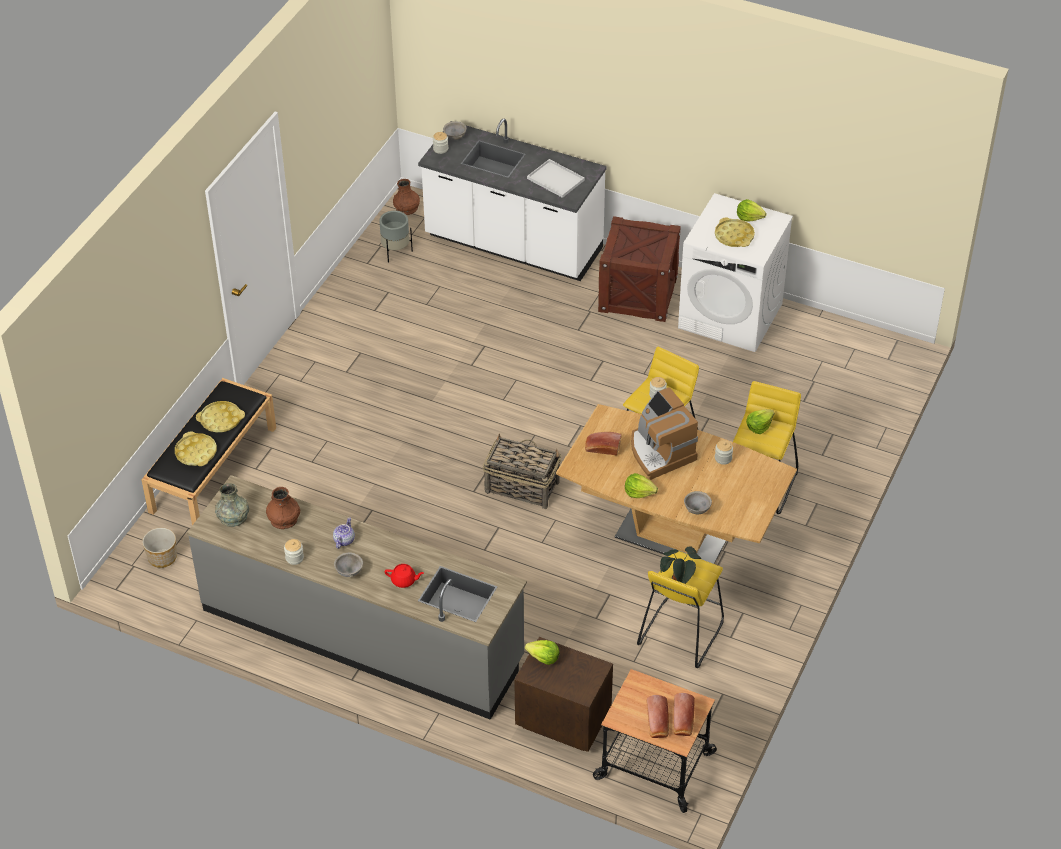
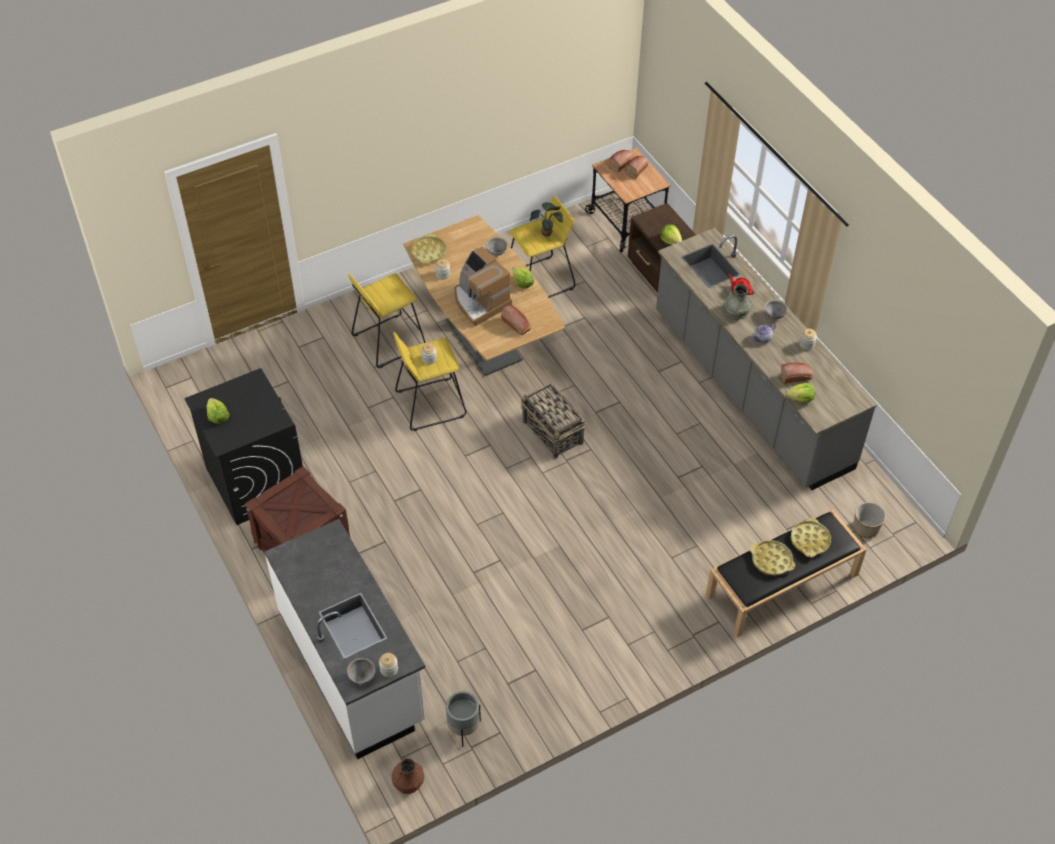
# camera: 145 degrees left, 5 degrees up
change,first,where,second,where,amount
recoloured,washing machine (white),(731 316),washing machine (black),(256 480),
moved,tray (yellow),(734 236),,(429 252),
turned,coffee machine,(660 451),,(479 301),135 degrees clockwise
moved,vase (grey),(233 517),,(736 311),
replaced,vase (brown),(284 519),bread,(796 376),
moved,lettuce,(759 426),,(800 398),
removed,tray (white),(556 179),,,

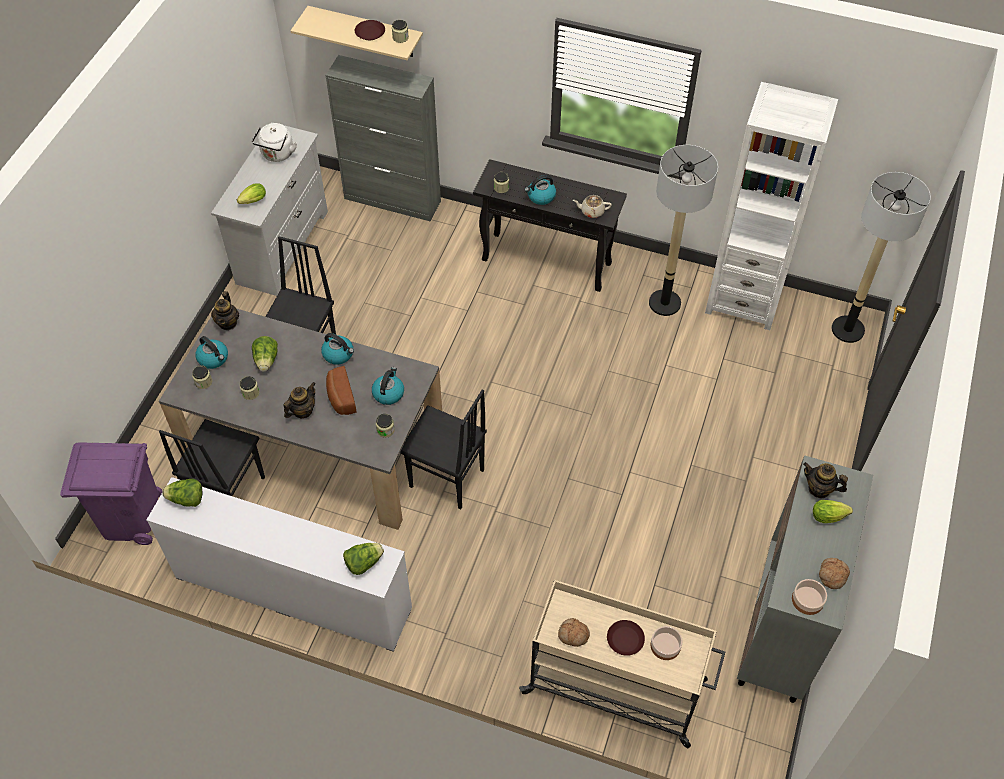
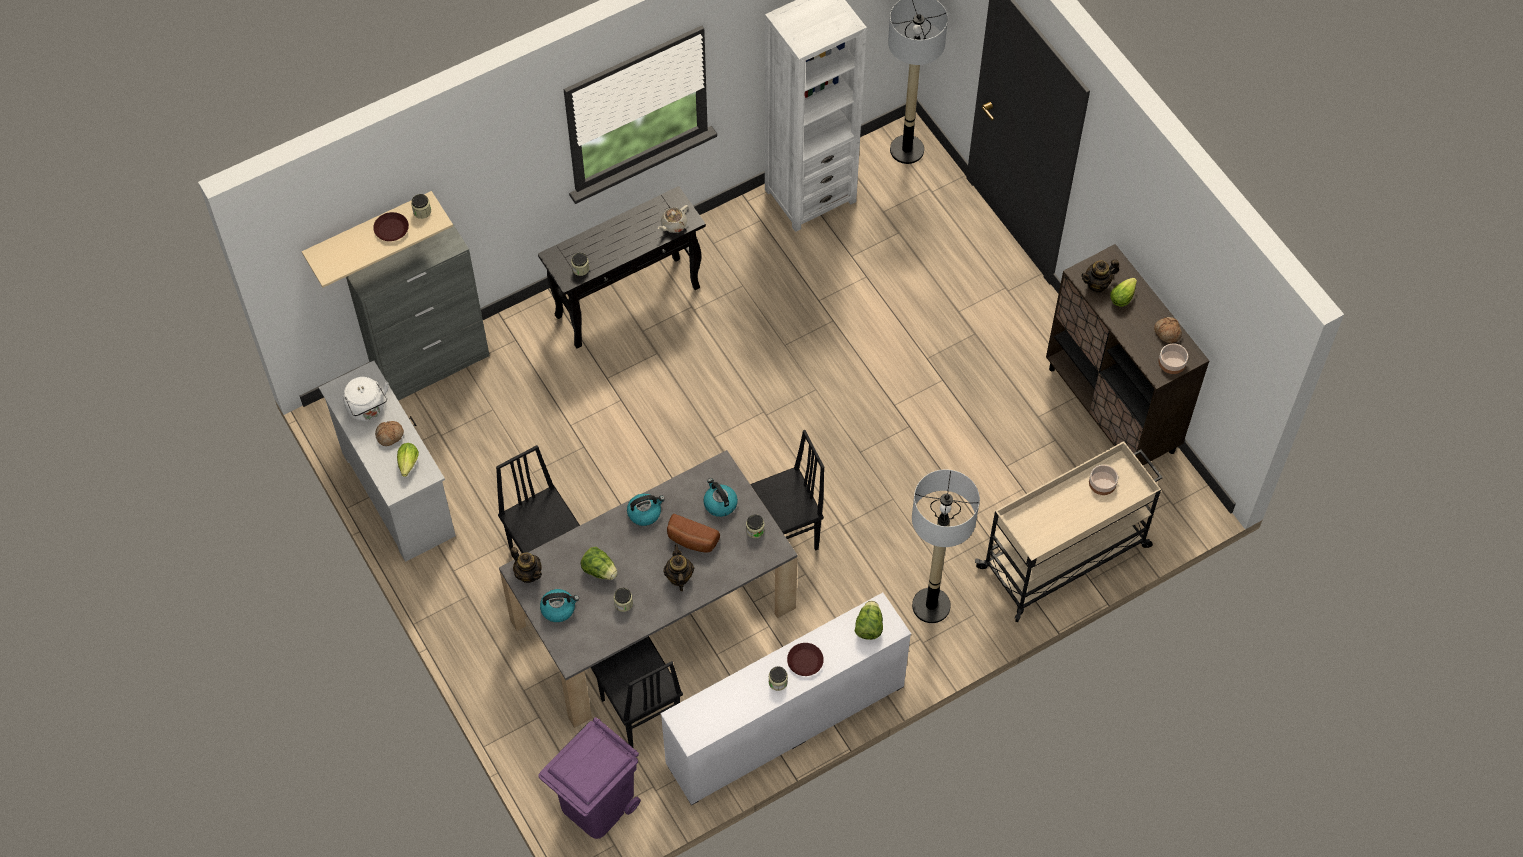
# camera: 50 degrees left, 5 degrees up
change,first,where,second,where,amount
moved,bread,(573 635),,(390 436),
moved,jar,(203 382),,(778 682),
moved,plate (brown),(625 640),,(805 661),
moved,floor lamp,(665 303),,(931 605),
recoloured,cabinet (grey),(781 625),cabinet (brown),(1111 410),
removed,lettuce,(186 499),,,
removed,kettle,(541 196),,,

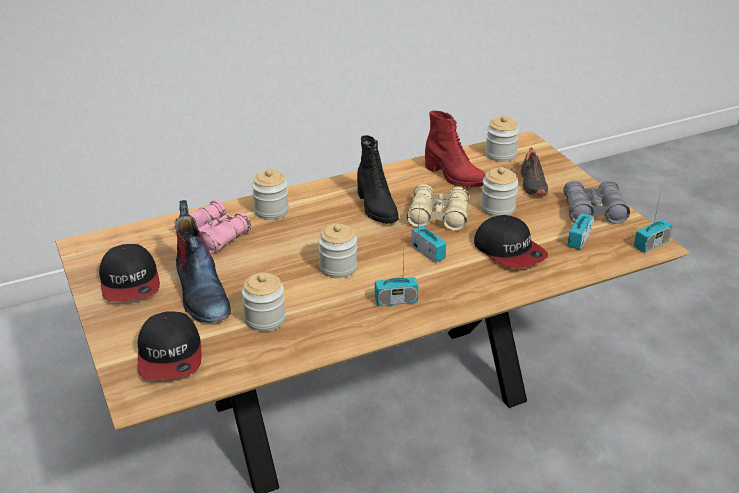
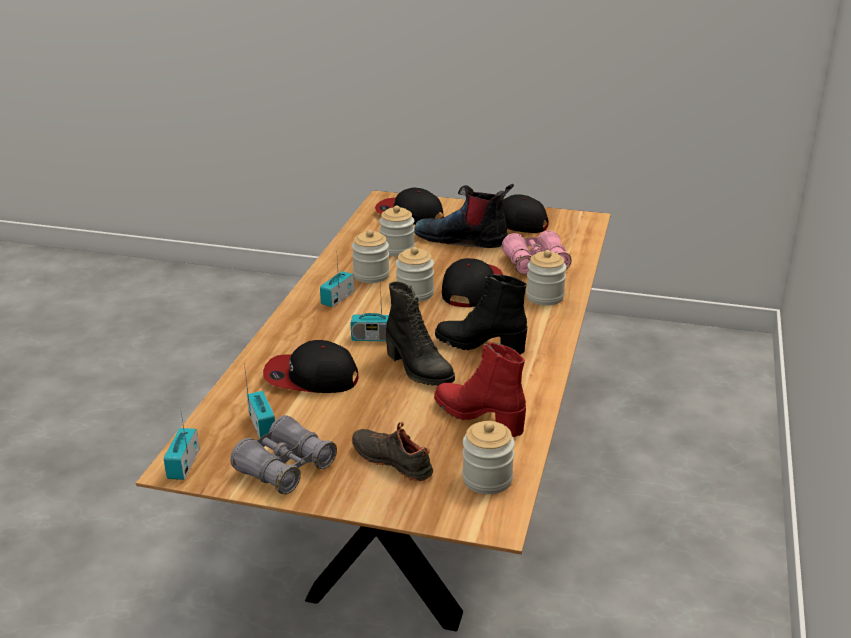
# camera: 130 degrees right, 5 degrees down
change,first,where,second,where,amount
moved,jar,(497 208),,(371 275),
replaced,binoculars (beige),(438 217),boot (black),(418 369),
turned,boot (red),(453 177),,(479 416),45 degrees clockwise
added,,,cap,(471 287),

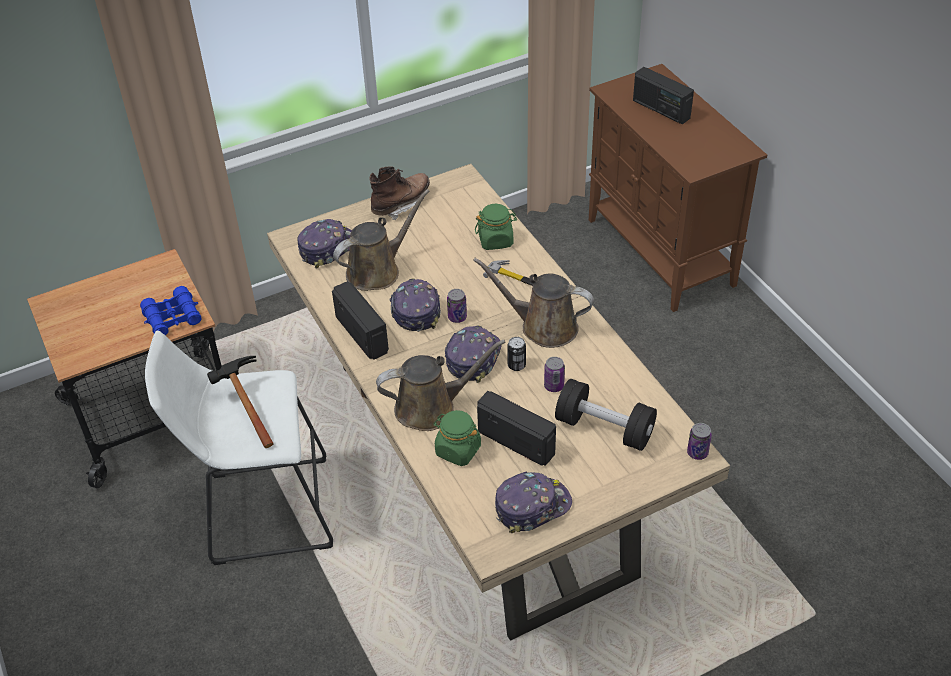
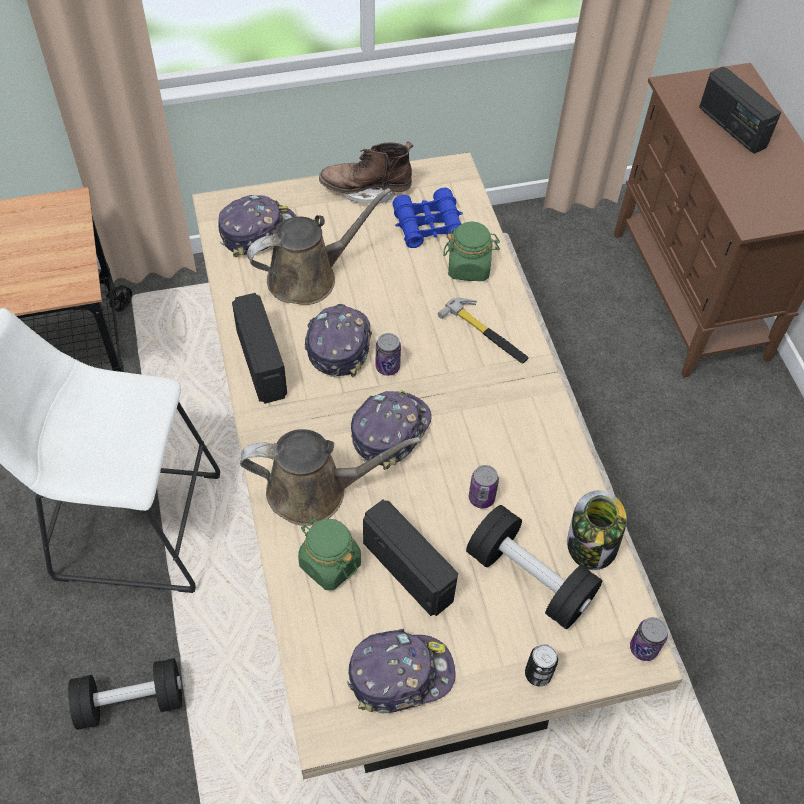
# camera: 10 degrees right, 10 degrees up
change,first,where,second,where,amount
added,,,dumbbell (black),(130 701),
turned,boot (brown),(401 204),,(366 190),150 degrees counterclockwise
moved,binoculars (blue),(172 318),,(428 225),
moved,can,(516 365),,(538 674),
added,,,jar,(591 546),
removed,hammer,(244 406),,,
removed,watering can (brown),(543 326),,,

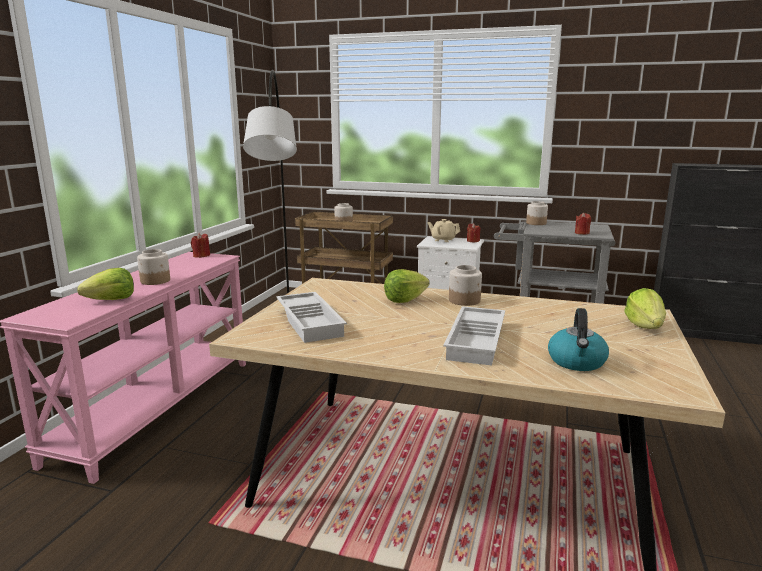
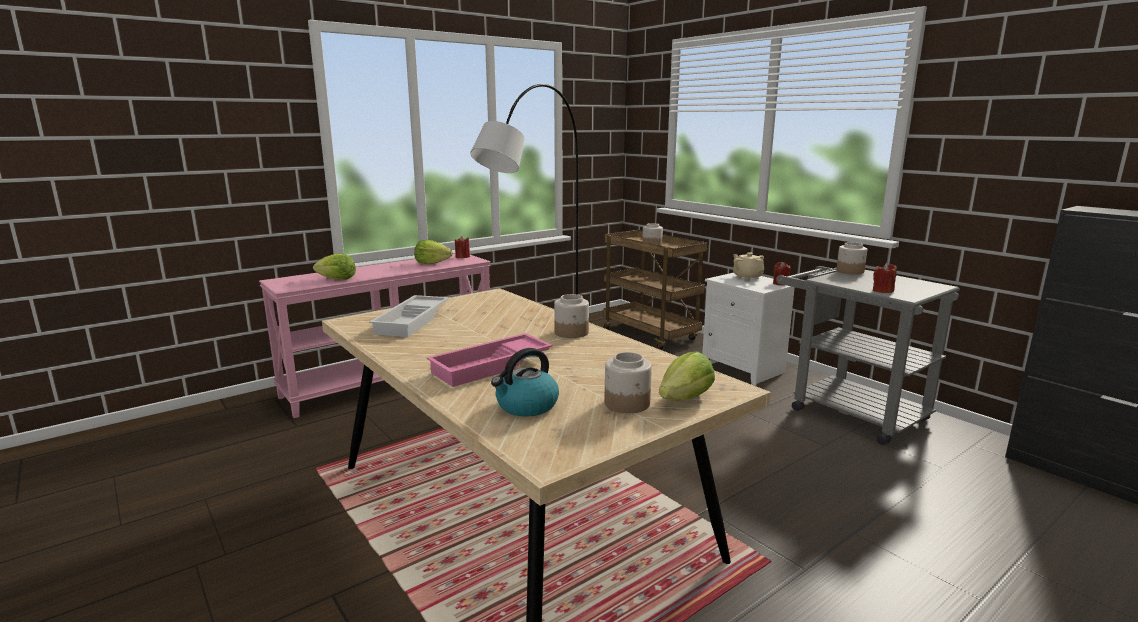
# camera: 35 degrees right, 0 degrees up
change,first,where,second,where,amount
moved,lettuce,(405 300),,(432 263),
recoloured,tray (white),(477 341),tray (pink),(491 366),
moved,jar,(155 281),,(627 403),

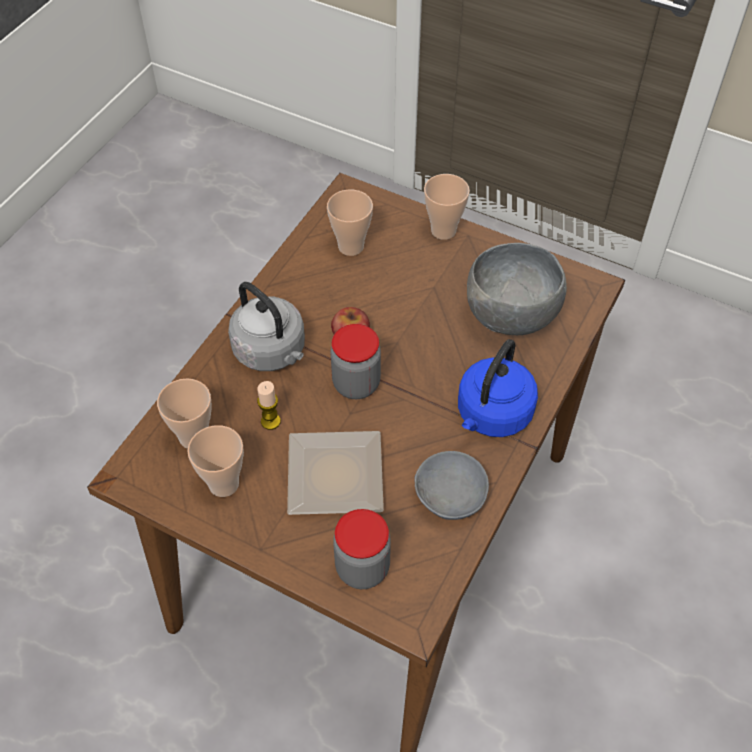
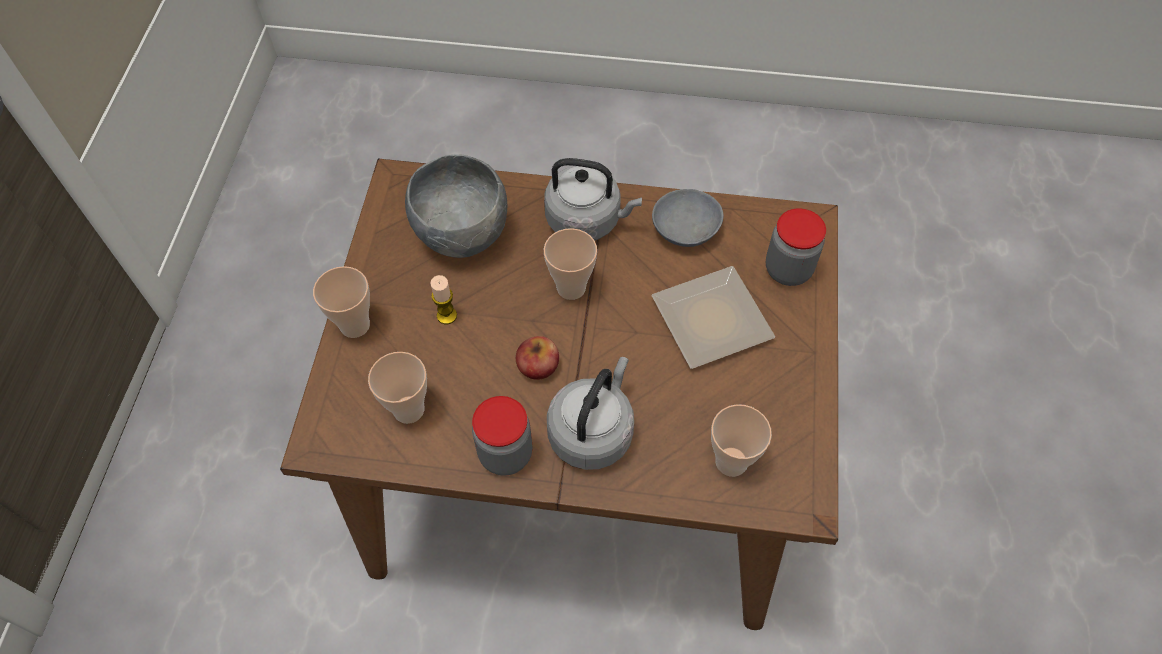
# camera: 110 degrees left, 5 degrees up
change,first,where,second,where,amount
moved,candle,(270 421),,(447 315),
moved,jar,(356 384),,(505 454),
recoloured,kettle (blue),(492 415),kettle (grey),(587 220),
moved,cup,(223 484),,(571 287),

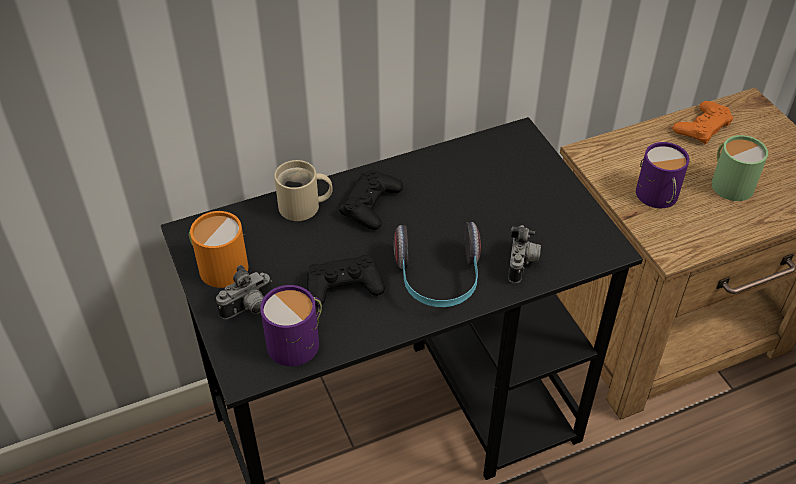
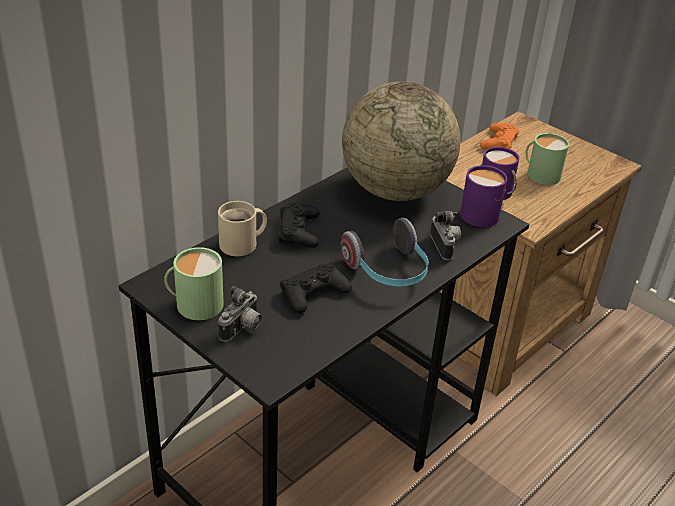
# camera: 25 degrees left, 10 degrees down
change,first,where,second,where,amount
recoloured,mug (orange),(219 266),mug (green),(194 303),
added,,,globe,(395 190),
moved,mug (purple),(298 341),,(481 213),

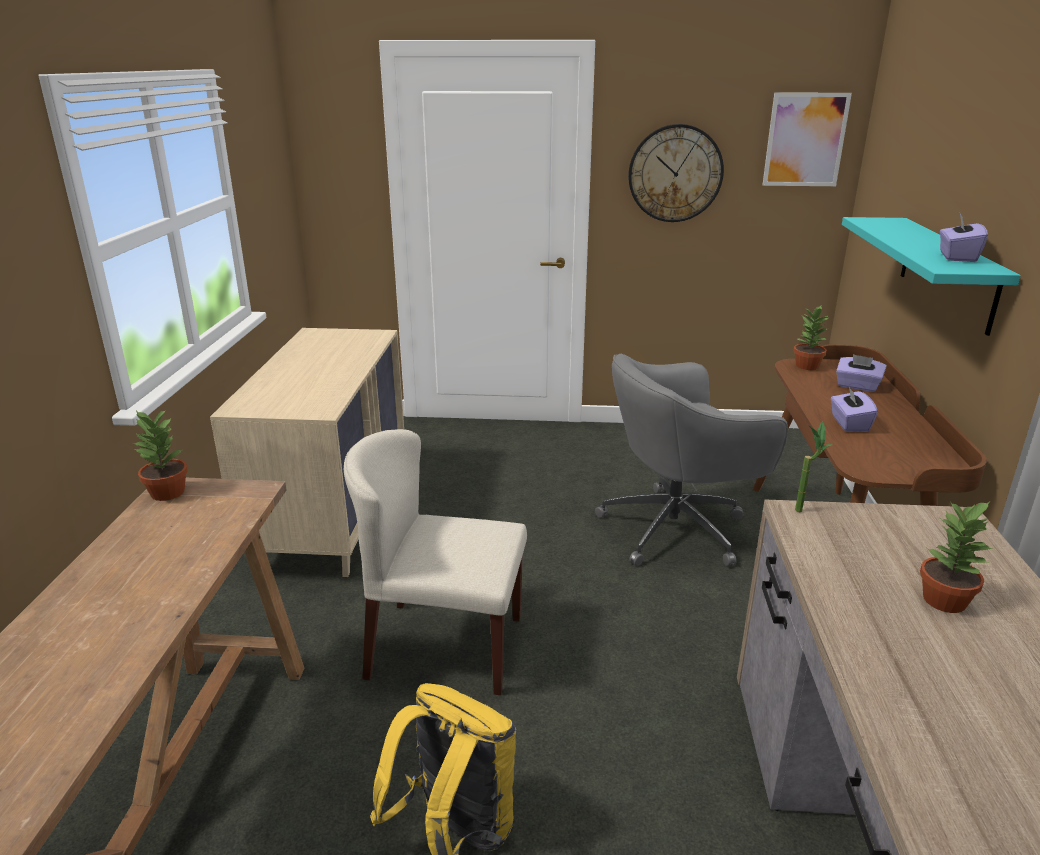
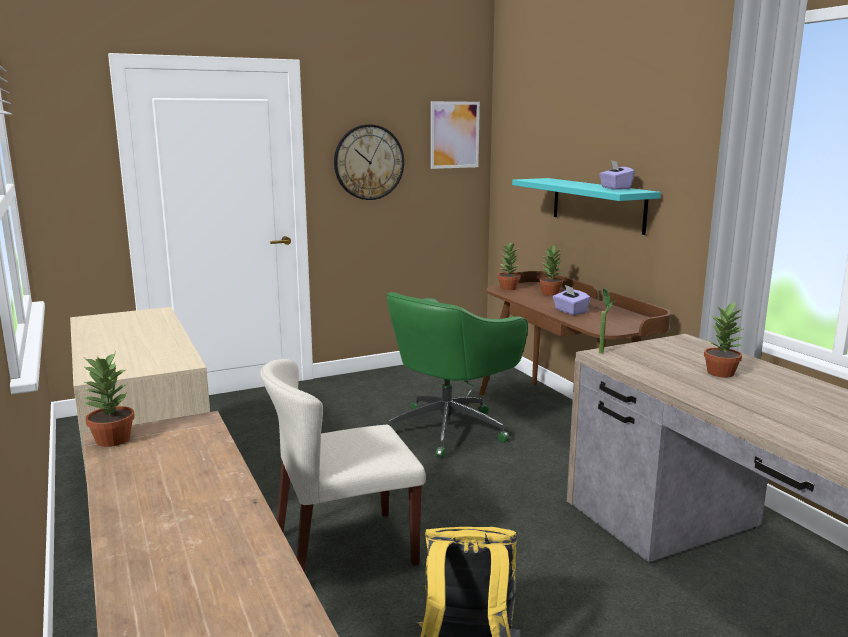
# camera: 30 degrees left, 10 degrees down
change,first,where,second,where,amount
recoloured,office chair (grey),(677 528),office chair (green),(449 429),
replaced,tissue box (purple),(857 386),potted plant,(550 293),

